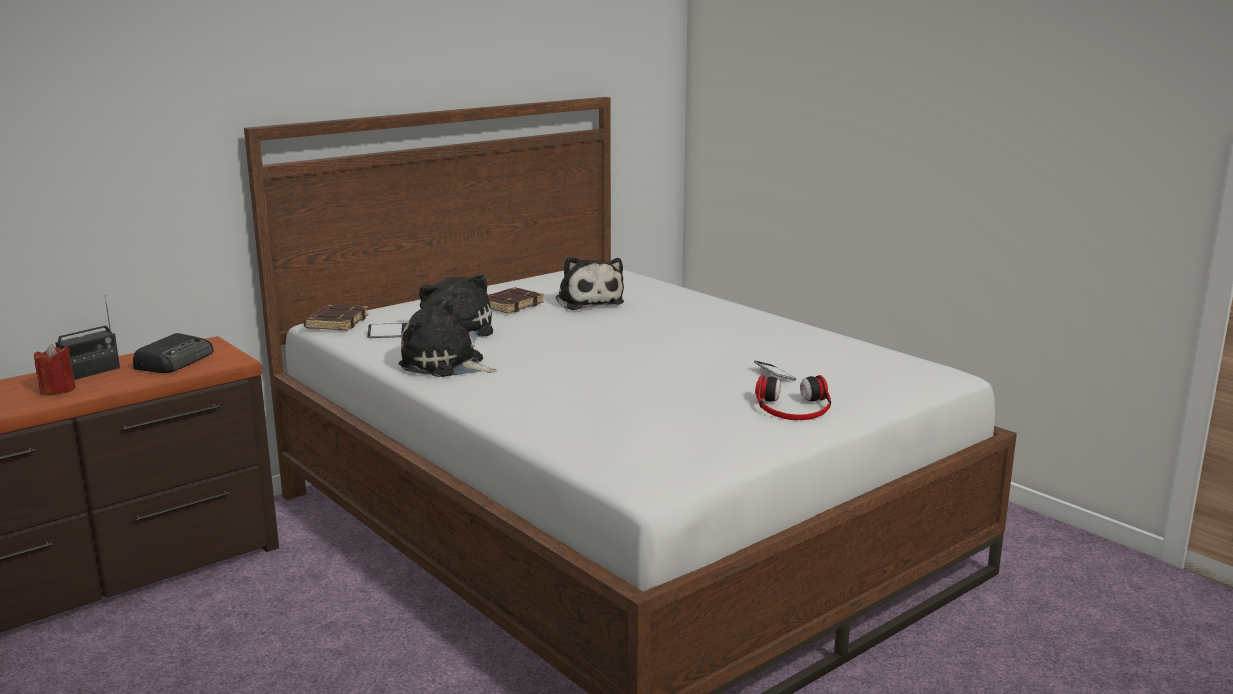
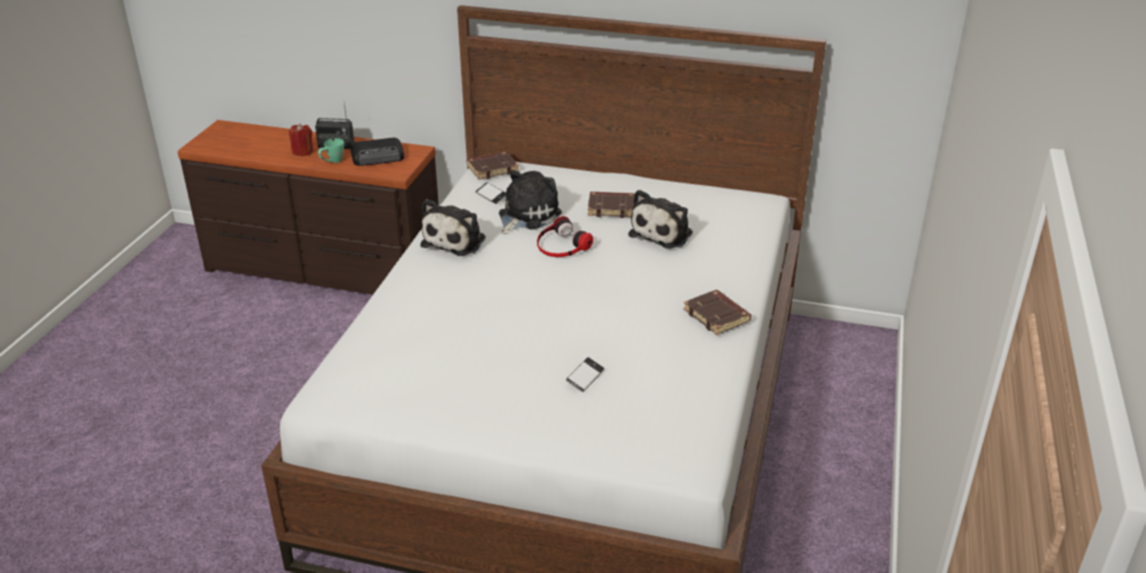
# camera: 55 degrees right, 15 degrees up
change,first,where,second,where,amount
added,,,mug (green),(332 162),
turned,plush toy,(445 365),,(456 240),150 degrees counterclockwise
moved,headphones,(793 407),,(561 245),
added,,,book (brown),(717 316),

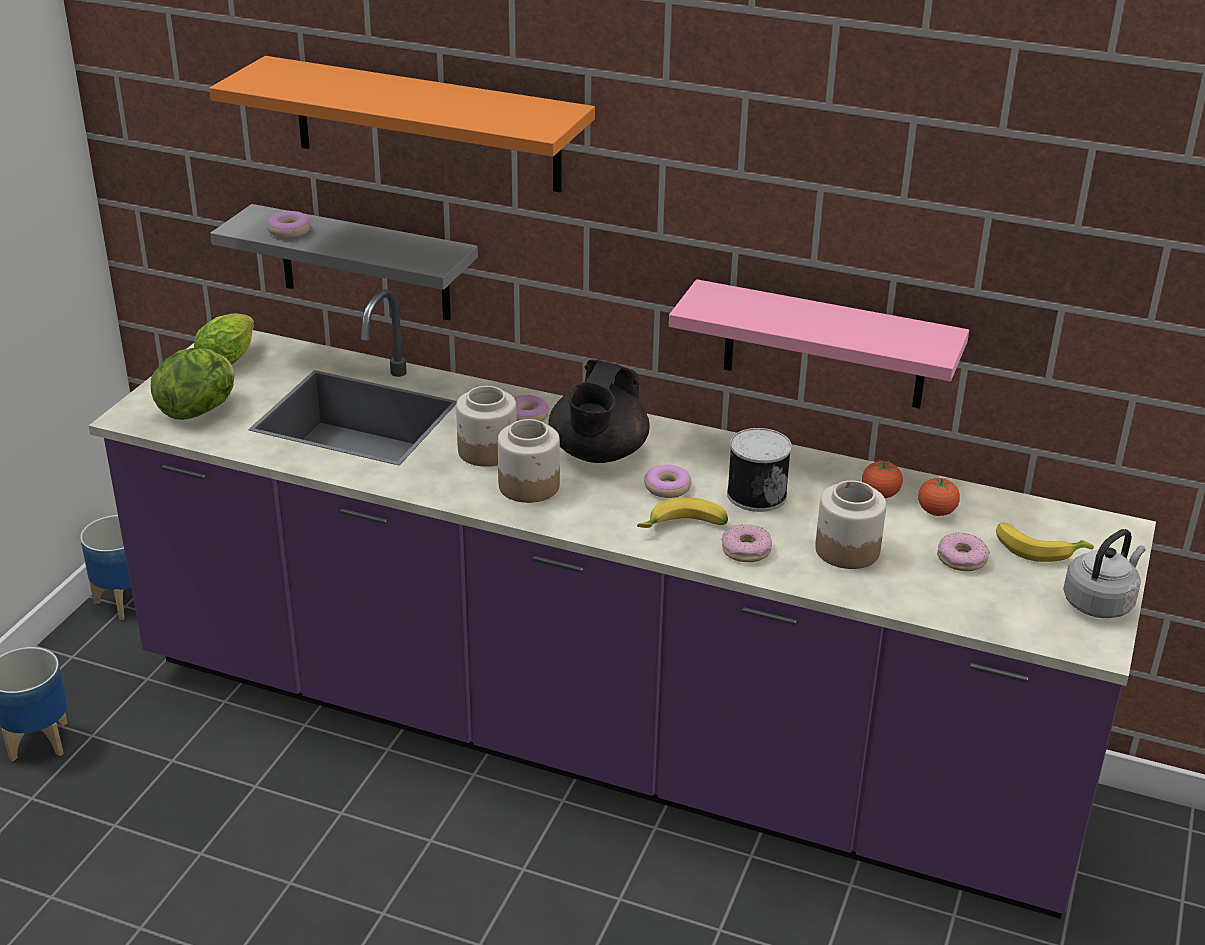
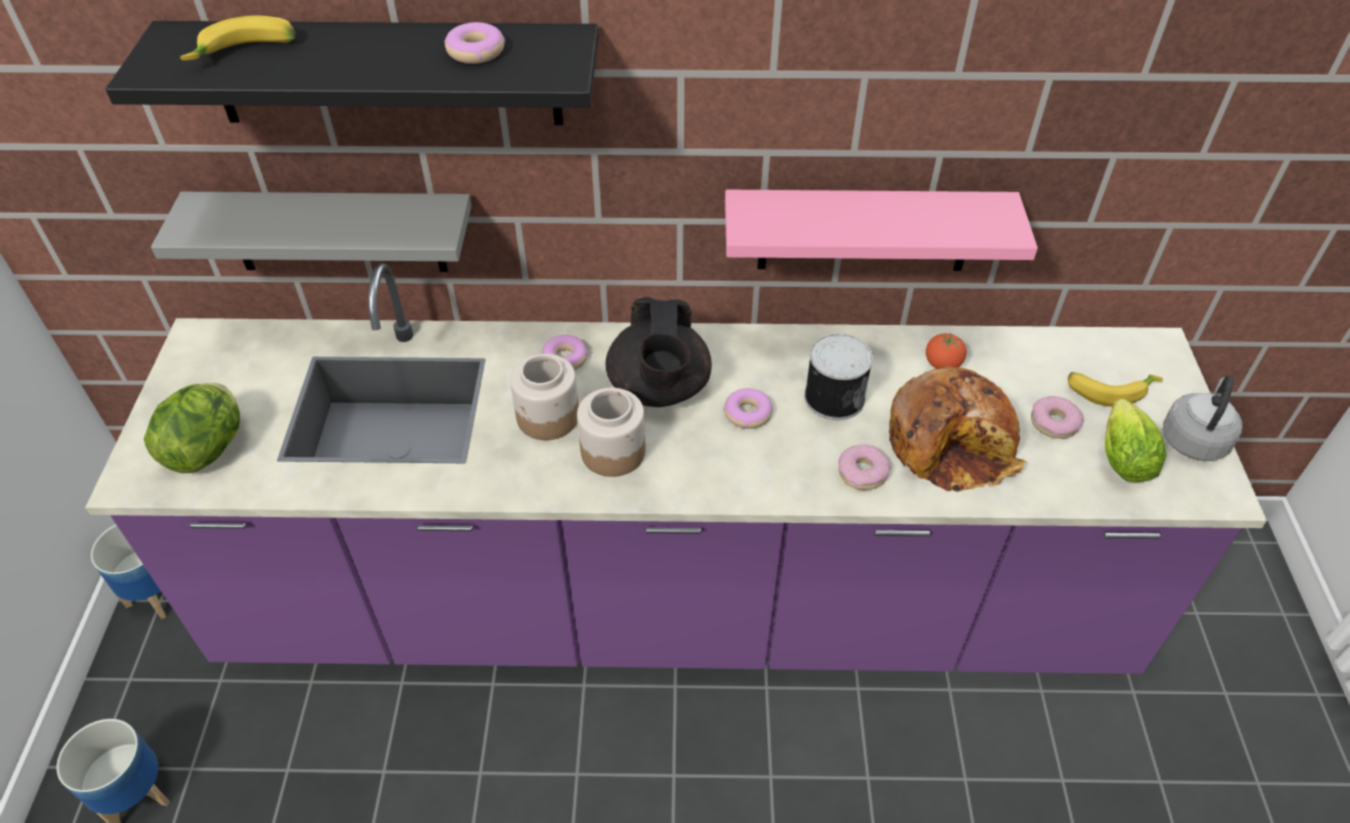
# camera: 20 degrees left, 15 degrees up
change,first,where,second,where,amount
recoloured,shelf (orange),(426 124),shelf (black),(386 73),
moved,banana,(684 528),,(245 54),
moved,donut,(289 231),,(476 52),
replaced,jar,(847 550),bread,(951 443),
moved,lettuce,(230 357),,(1121 455),
removed,tomato,(936 512),,,

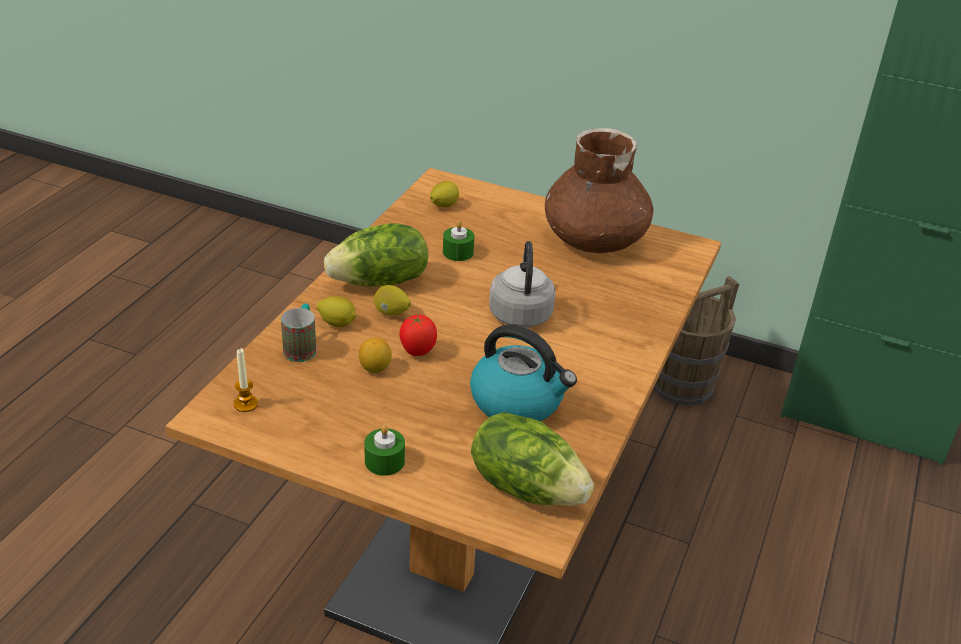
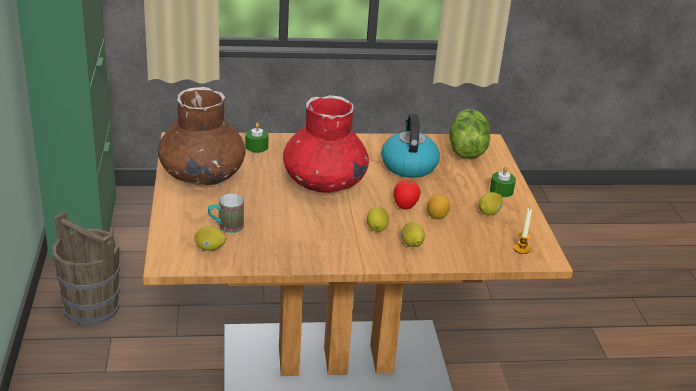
# camera: 120 degrees left, 5 degrees down
change,first,where,second,where,amount
moved,mug,(302 347),,(225 227),
moved,candle (green),(458 252),,(256 147),
replaced,kettle (grey),(520 313),vase (red),(324 182),
added,,,lemon,(489 212),
removed,lettuce,(380 282),,,

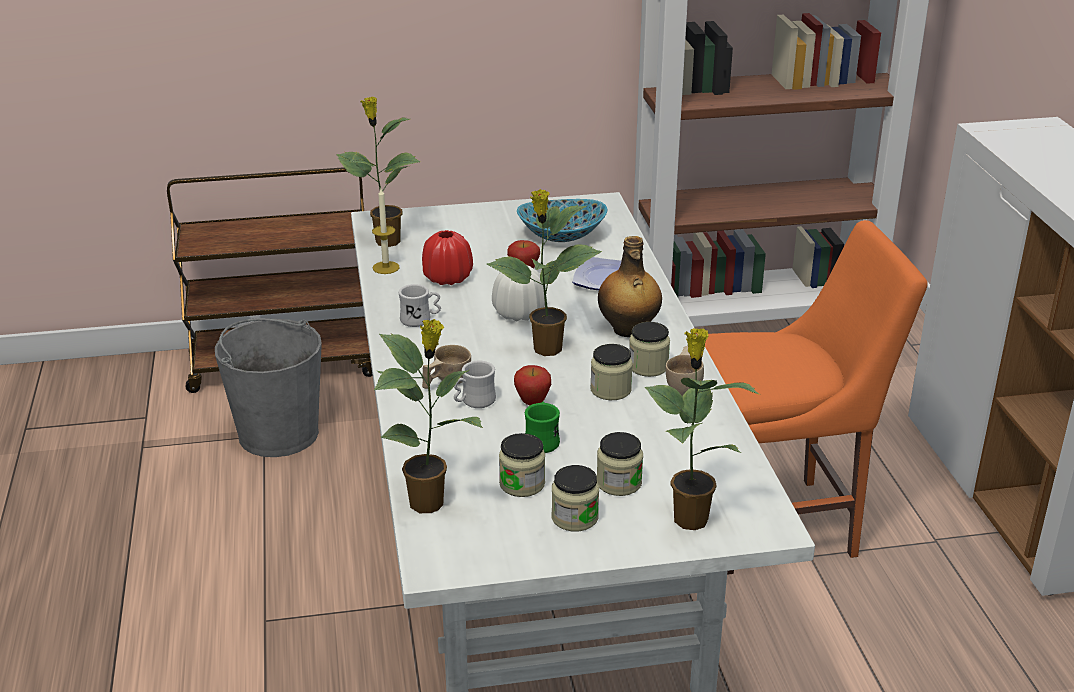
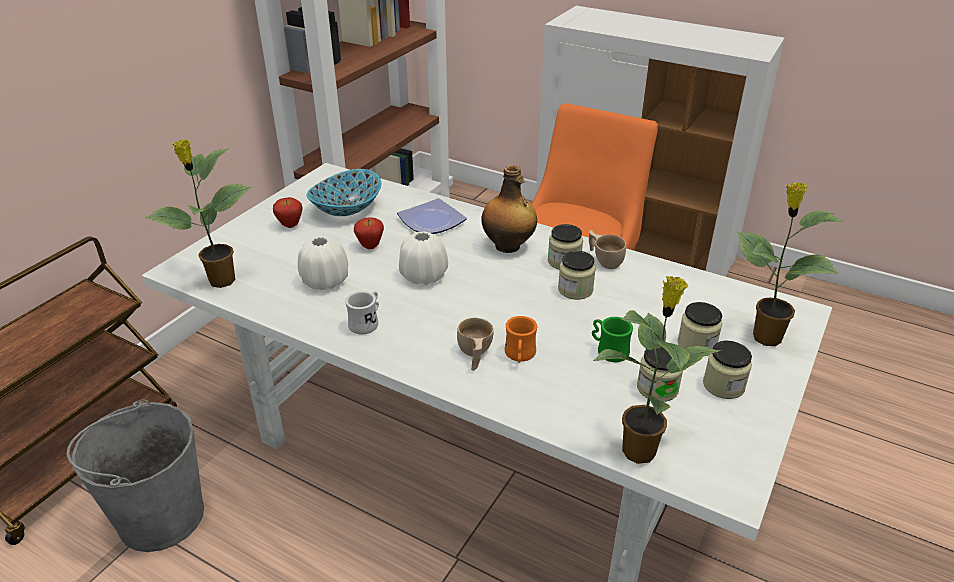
# camera: 50 degrees left, 5 degrees up
change,first,where,second,where,amount
moved,apple,(532 403),,(290 226),
recoloured,vase (red),(447 278),vase (white),(325 281),
recoloured,mug (white),(474 402),mug (orange),(519 356),
removed,candle,(386 267),,,
removed,potted plant,(546 349),,,

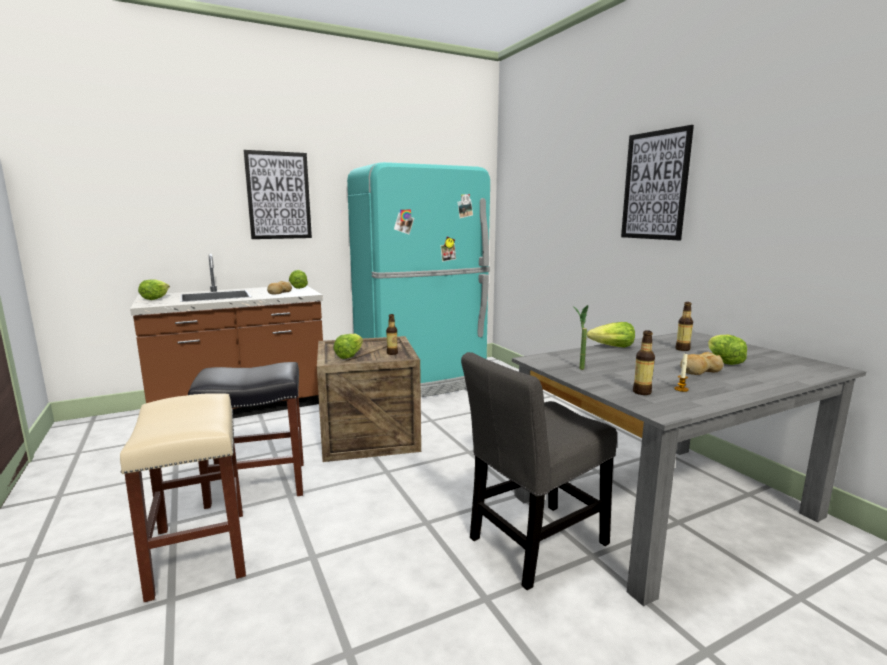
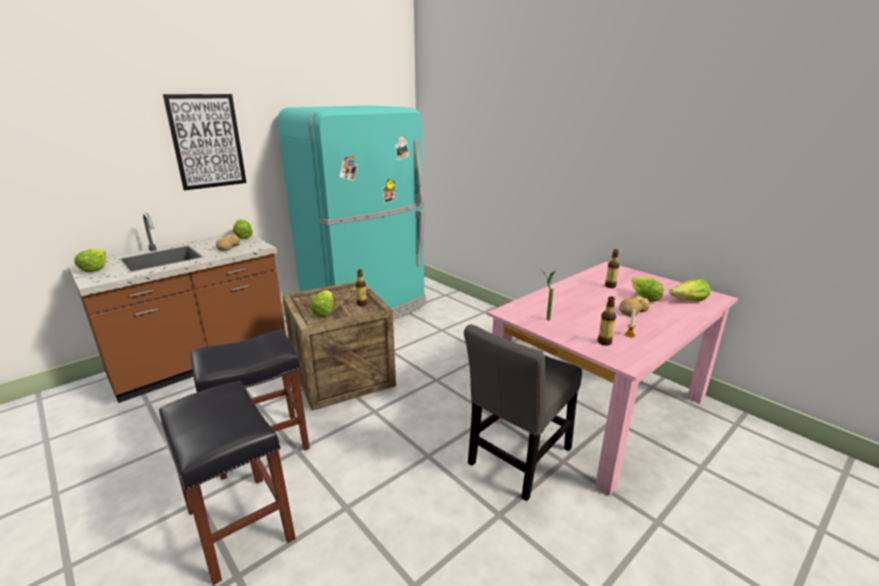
# camera: 15 degrees left, 10 degrees up
change,first,where,second,where,amount
recoloured,stool (beige),(198 551),stool (black),(239 524),
recoloured,dining table (grey),(664 507),dining table (pink),(599 408),
moved,lettuce,(612 347),,(689 301),
removed,picture,(655 186),,,

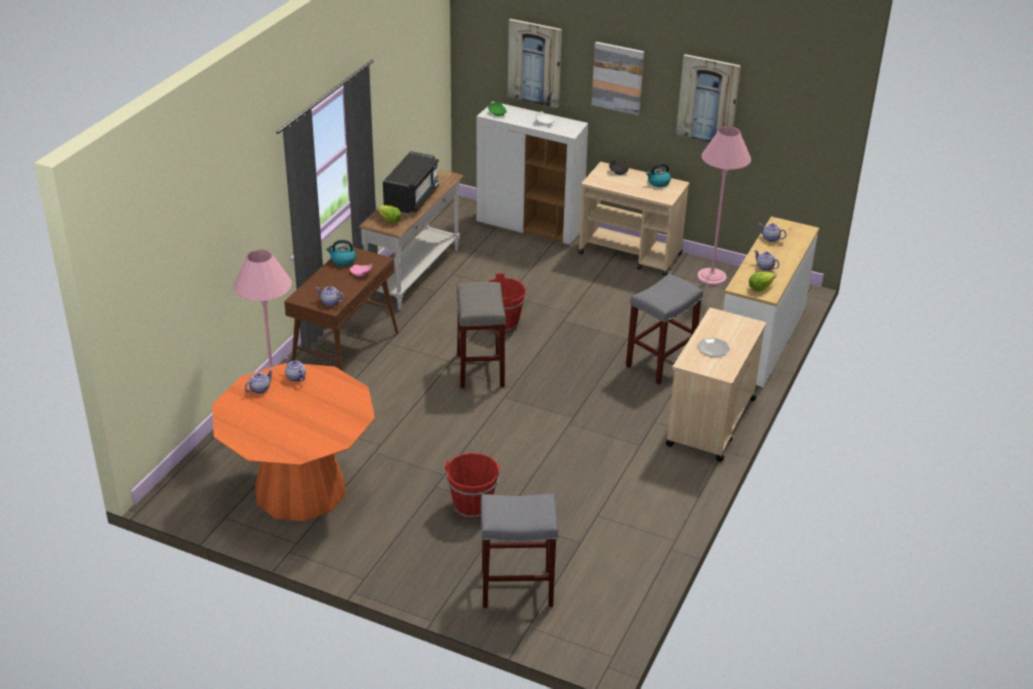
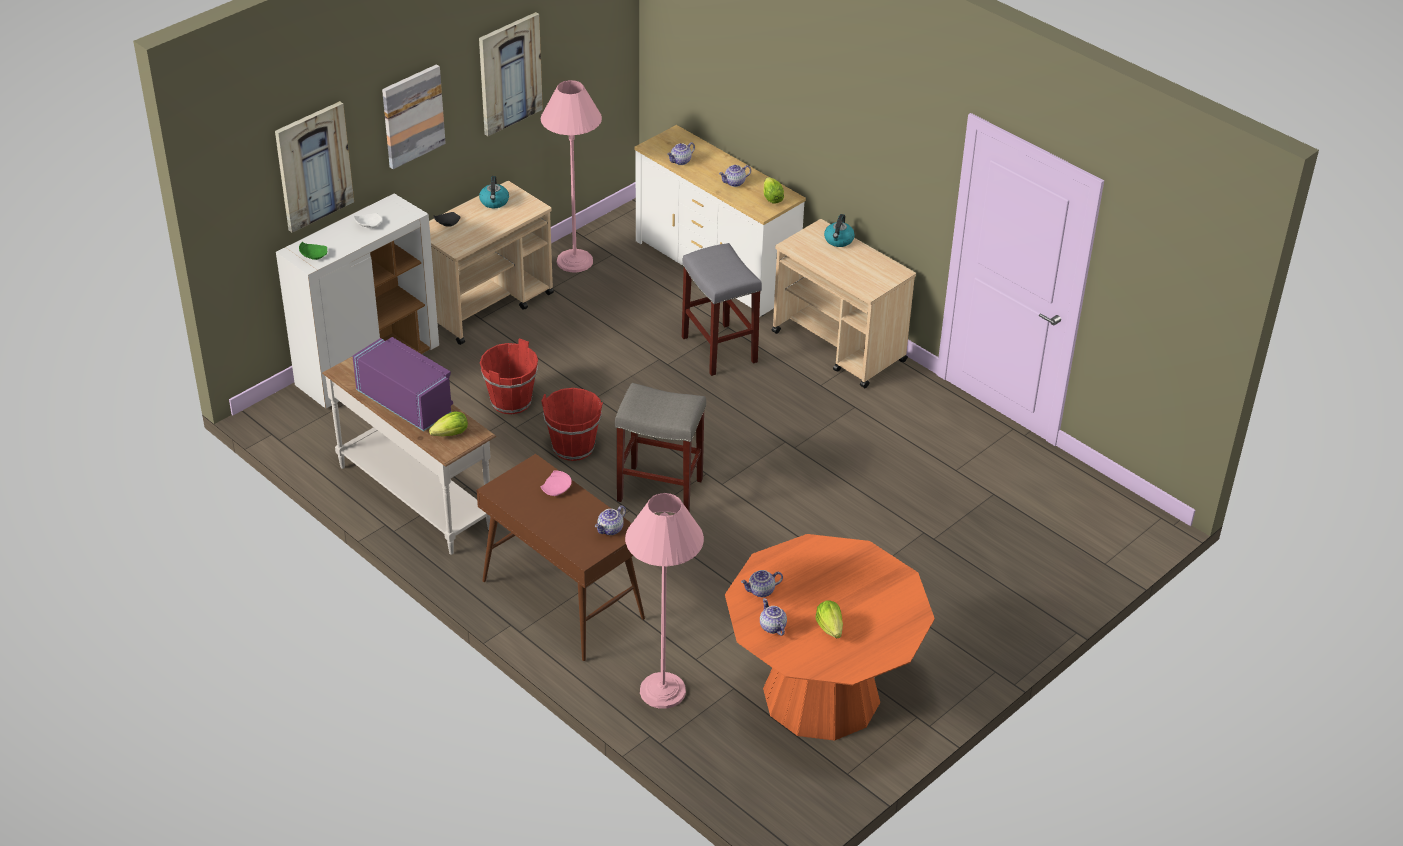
# camera: 70 degrees left, 5 degrees up
change,first,where,second,where,amount
recoloured,microwave (black),(412 198),microwave (purple),(406 402),
moved,bucket (red),(472 506),,(511 401),
added,,,lettuce,(830 627),
moved,kettle,(342 261),,(838 240),
removed,stool (grey),(515 588),,,
removed,plate,(713 348),,,

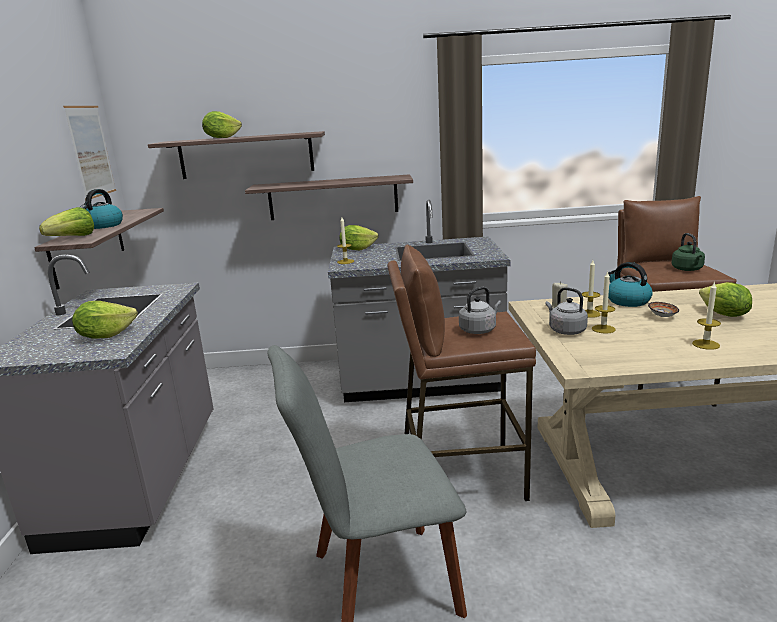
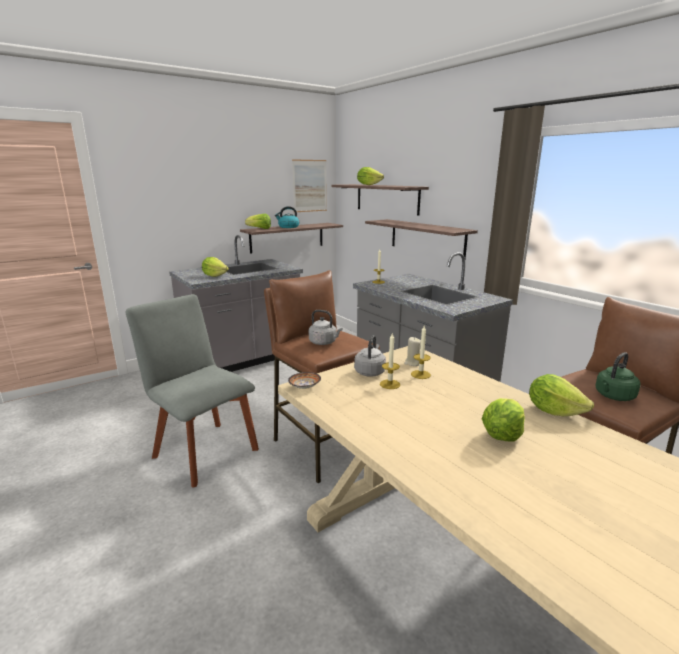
# camera: 55 degrees right, 0 degrees up
change,first,where,second,where,amount
moved,bowl,(662 316),,(304 387),
moved,lettuce,(357 249),,(553 411),
removed,kettle,(627 301),,,
removed,candle,(705 344),,,

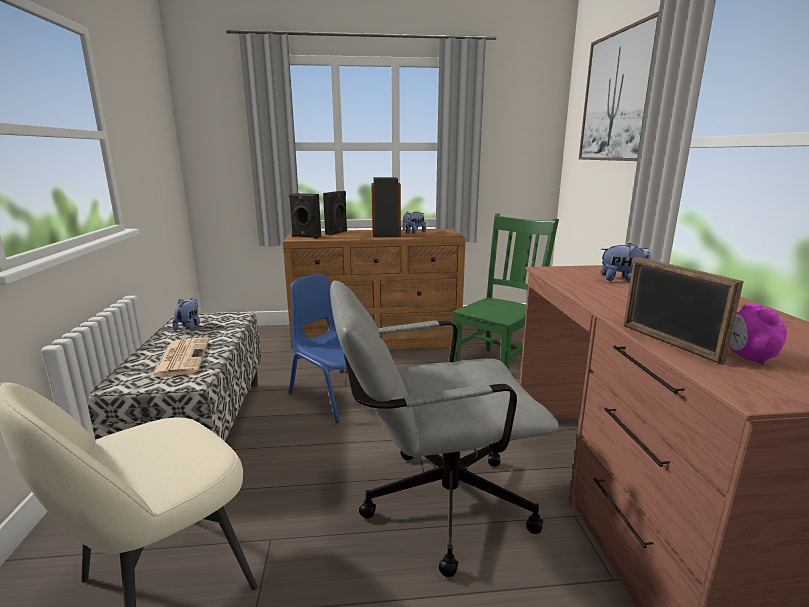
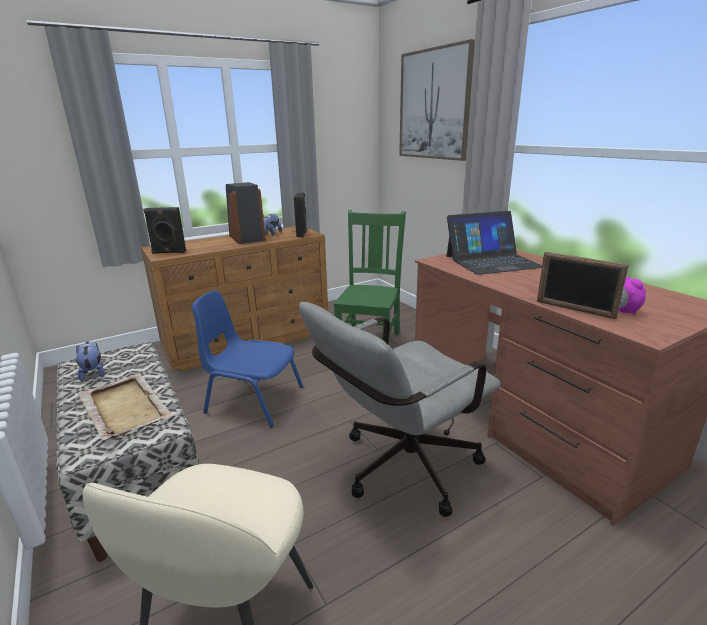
# camera: 25 degrees left, 5 degrees up
change,first,where,second,where,amount
replaced,newspaper,(182 357),tray (beige),(124 407),
moved,speaker (black),(337 233),,(302 234),
replaced,plush toy,(622 279),laptop,(492 261),

